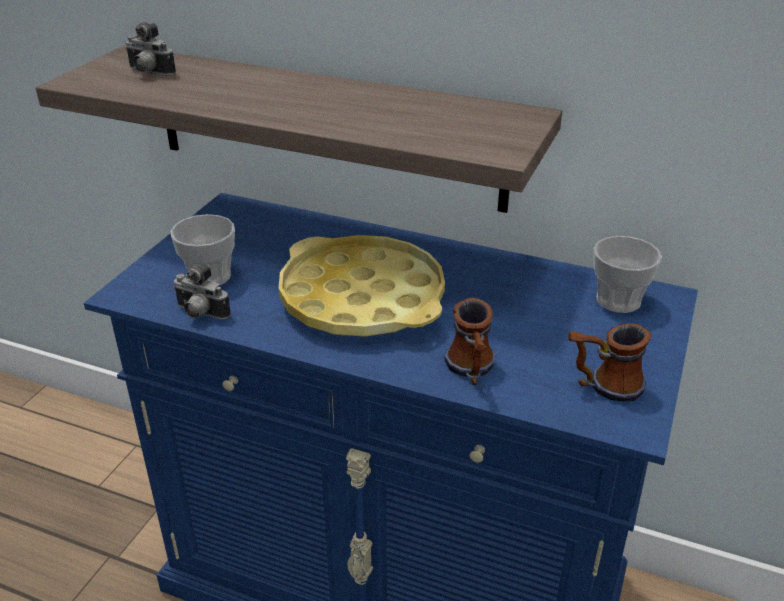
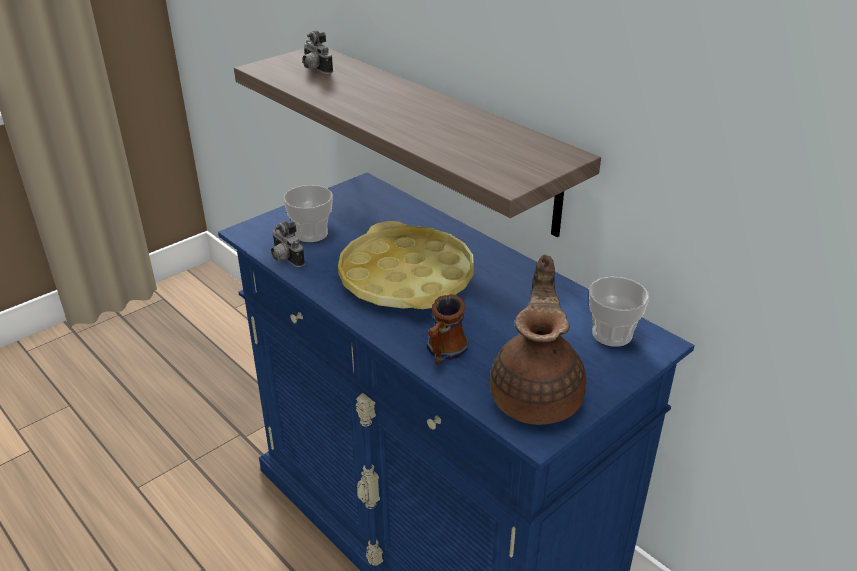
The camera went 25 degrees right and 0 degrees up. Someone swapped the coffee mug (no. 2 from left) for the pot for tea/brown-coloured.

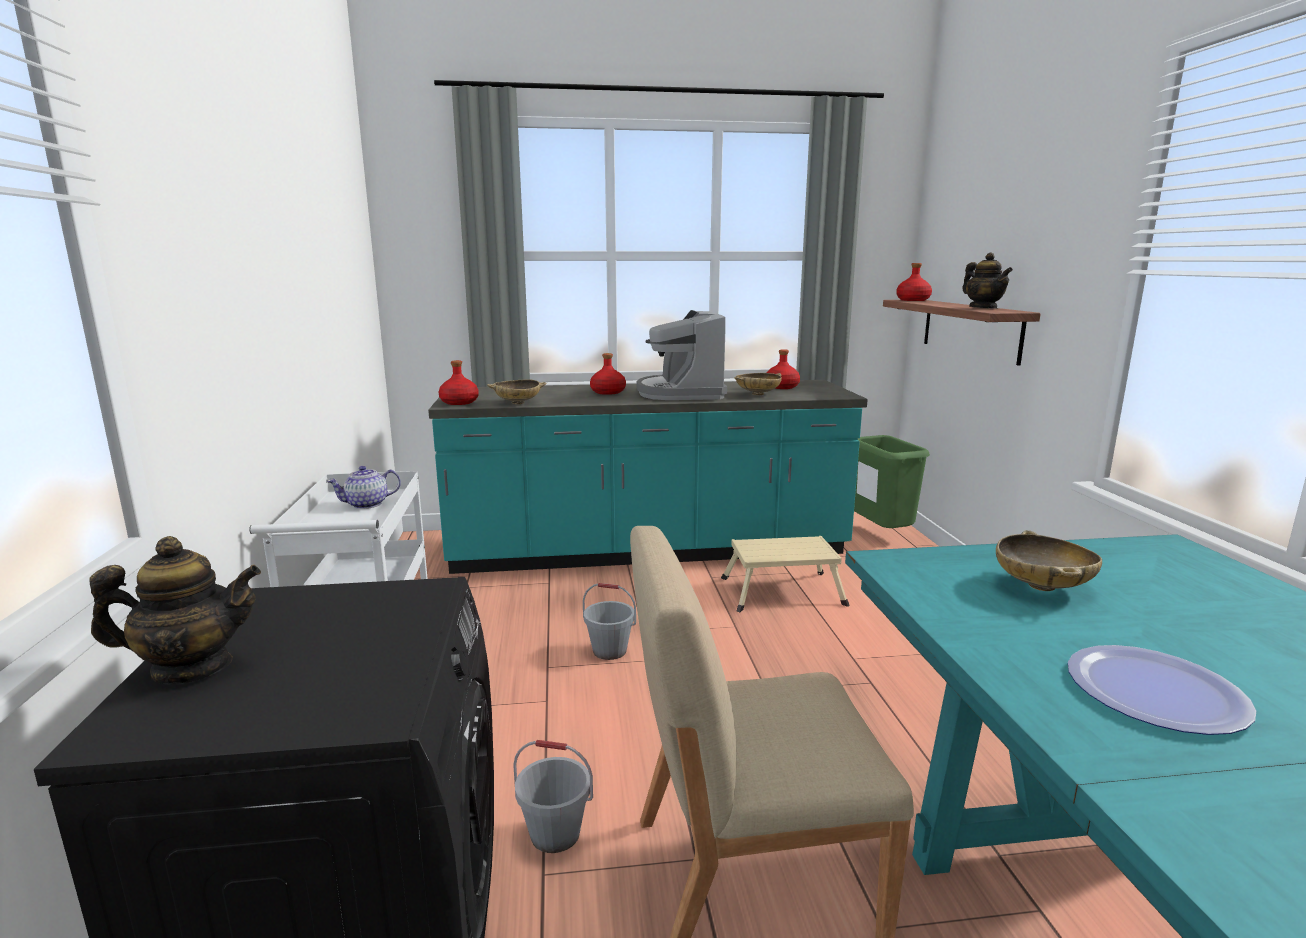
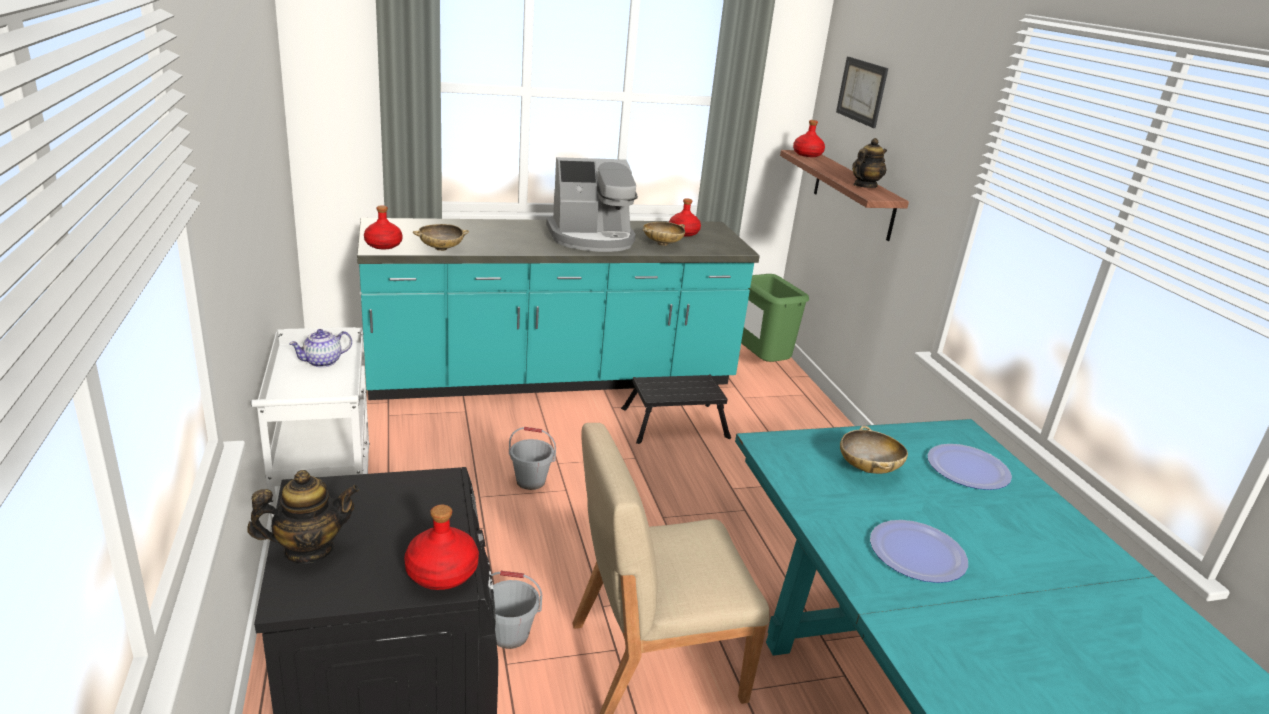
The camera went 10 degrees left and 10 degrees up. Someone carried the bottle/reddish (no. 2 from left). Someone rotated the coffee brewer by 90 degrees counterclockwise. Someone repainted the step ladder/beige, which became the step ladder/black. Someone rotated the pot for tea (no. 3 from left) by 105 degrees counterclockwise. Someone put up the wall art. Someone put down the plate (no. 2 from left).

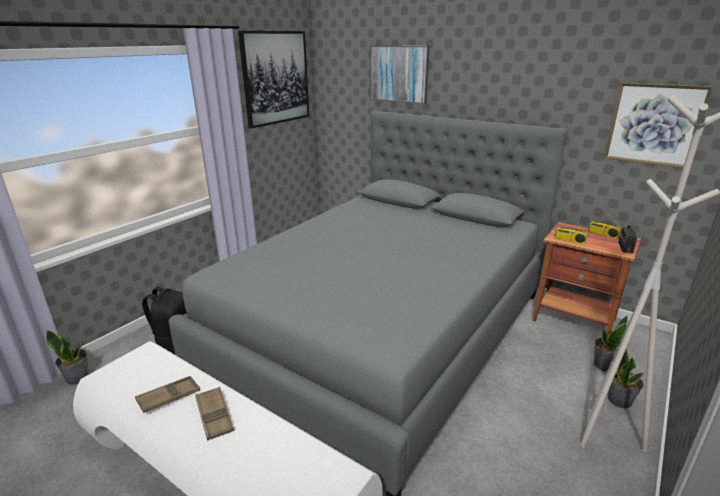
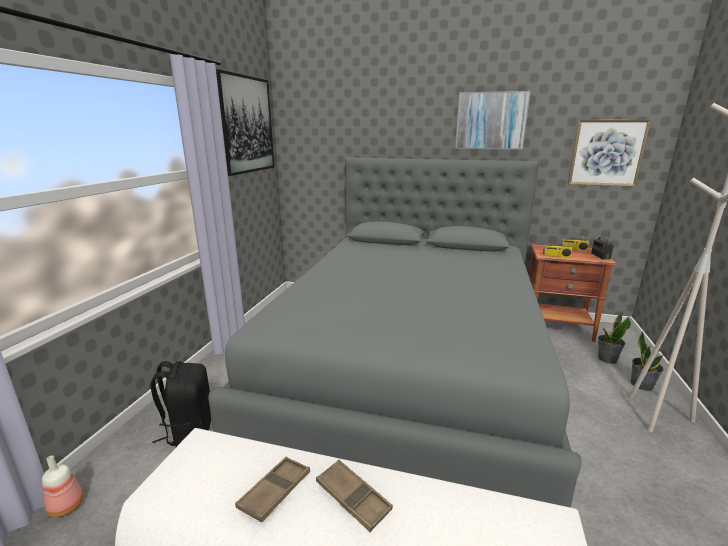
The camera went 20 degrees left and 5 degrees down. Someone swapped the houseplant (no. 1 from left) for the bottle. Someone carried the wall art (no. 2 from left).

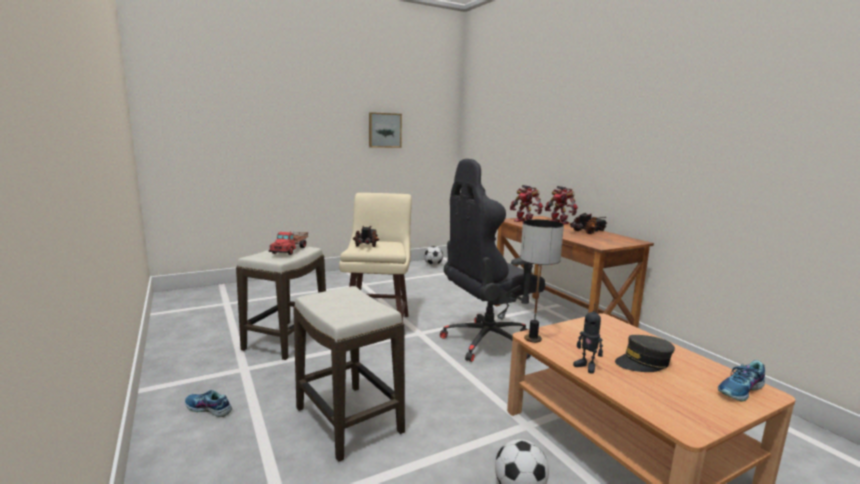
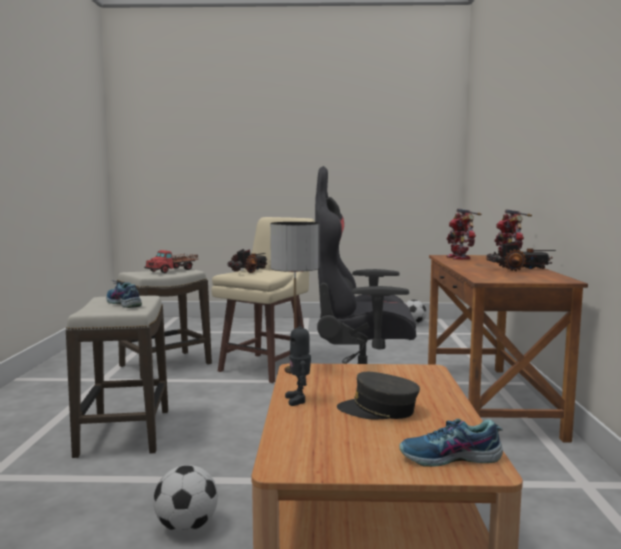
The camera went 30 degrees right and 5 degrees down. Someone carried the low shoe (no. 1 from left). Someone took away the wall art.

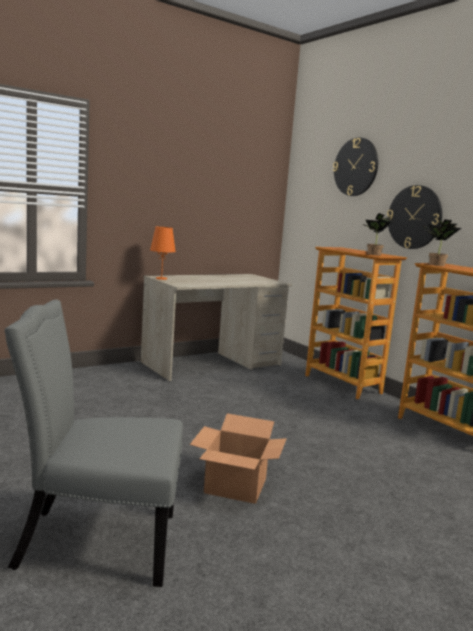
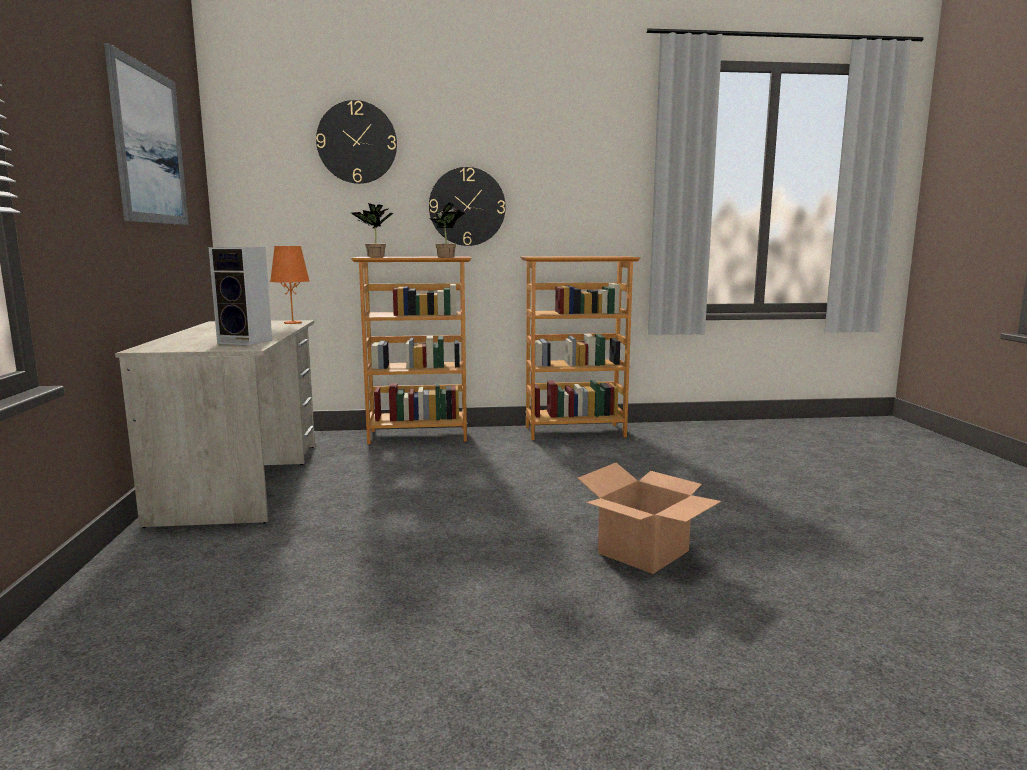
The camera went 60 degrees left and 0 degrees up. Someone took away the plain chair/grey. Someone carried the table lamp/orangey. Someone carried the houseplant (no. 2 from left in the first image). Someone put up the wall art. Someone put down the speaker.

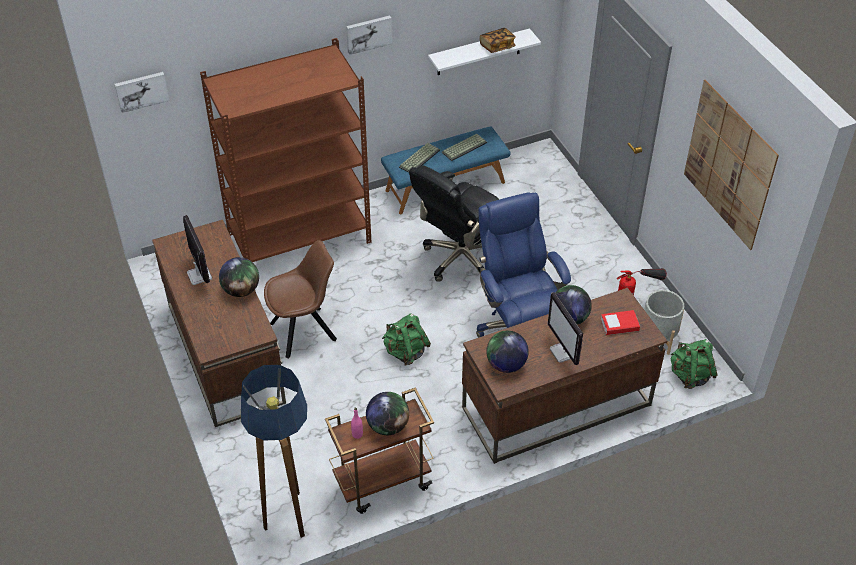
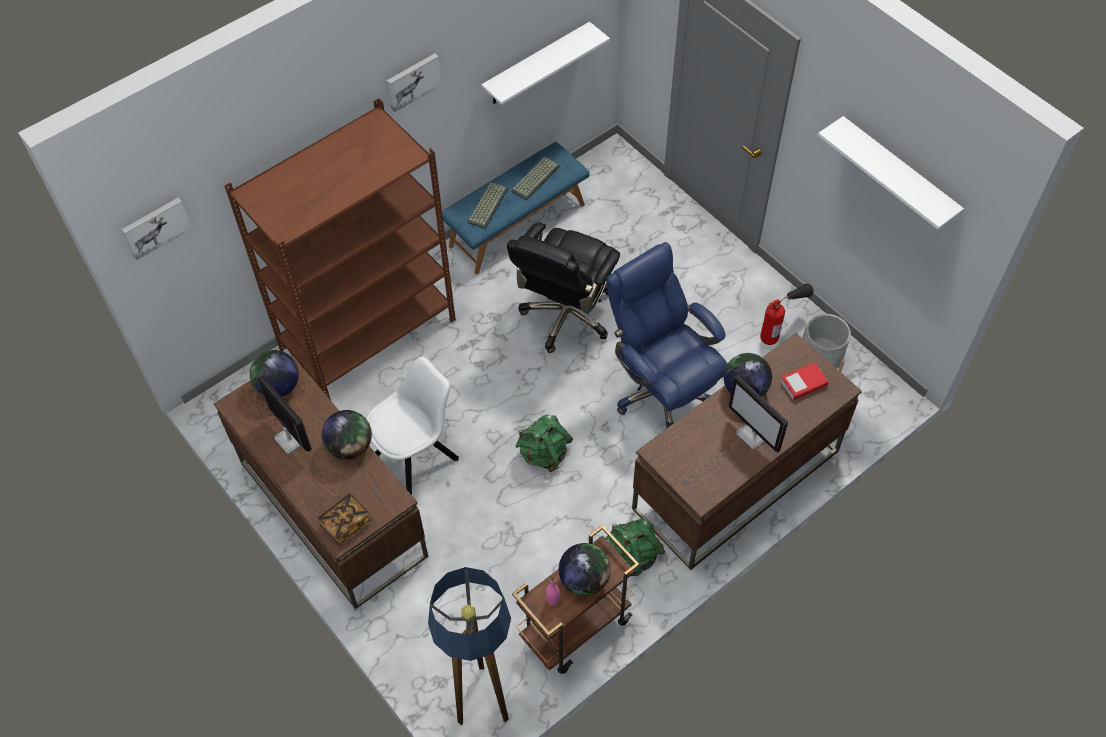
The camera went 15 degrees left and 10 degrees up. Someone repainted the plain chair/brown-coloured, which became the plain chair/white. Someone carried the book (no. 1 from left). Someone carried the world globe (no. 3 from left in the first image). Someone carried the knapsack/green (no. 2 from left). Someone swapped the wall art (no. 3 from left) for the wall shelf/white (no. 2 from left).

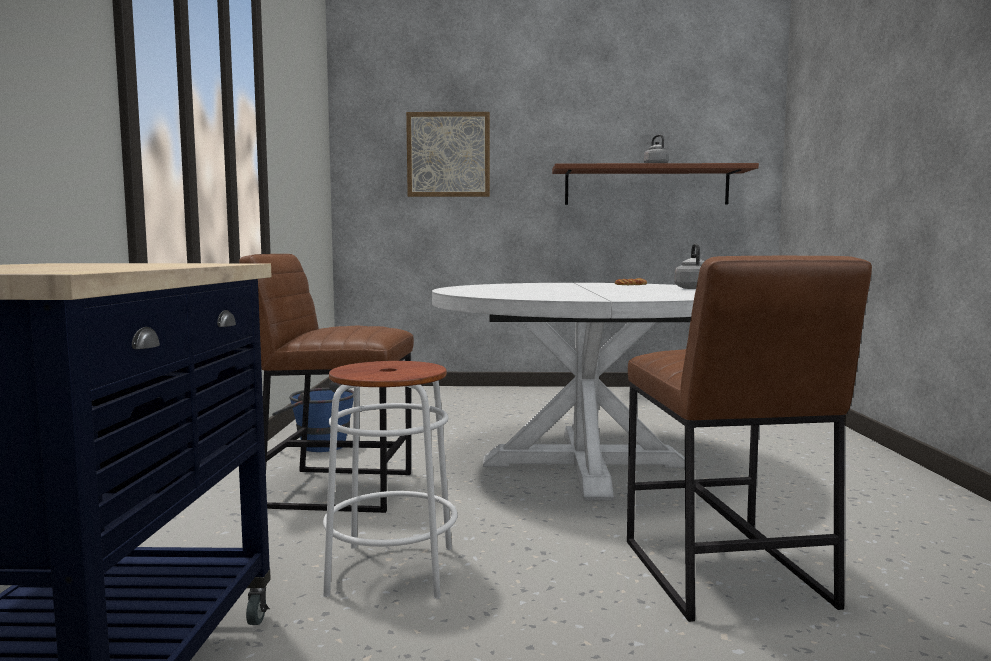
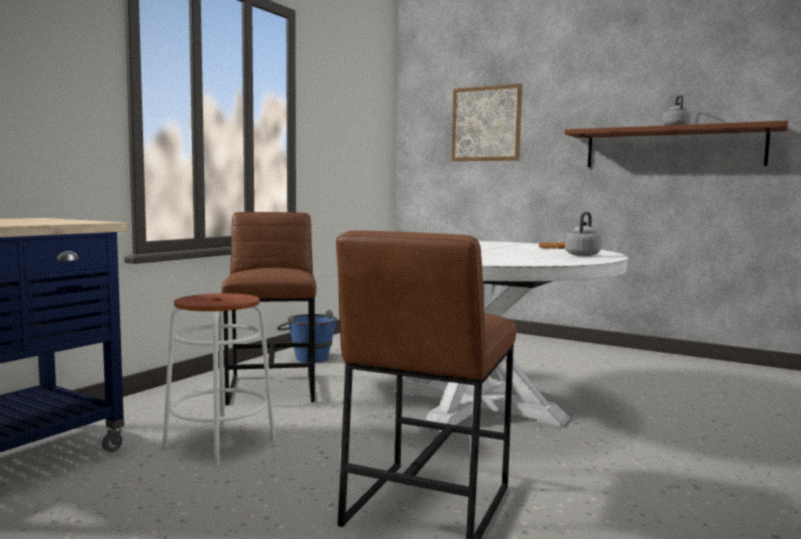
The camera went 30 degrees right and 0 degrees up. Someone rotated the plain chair/brown-coloured (no. 1 from left) by 45 degrees clockwise.

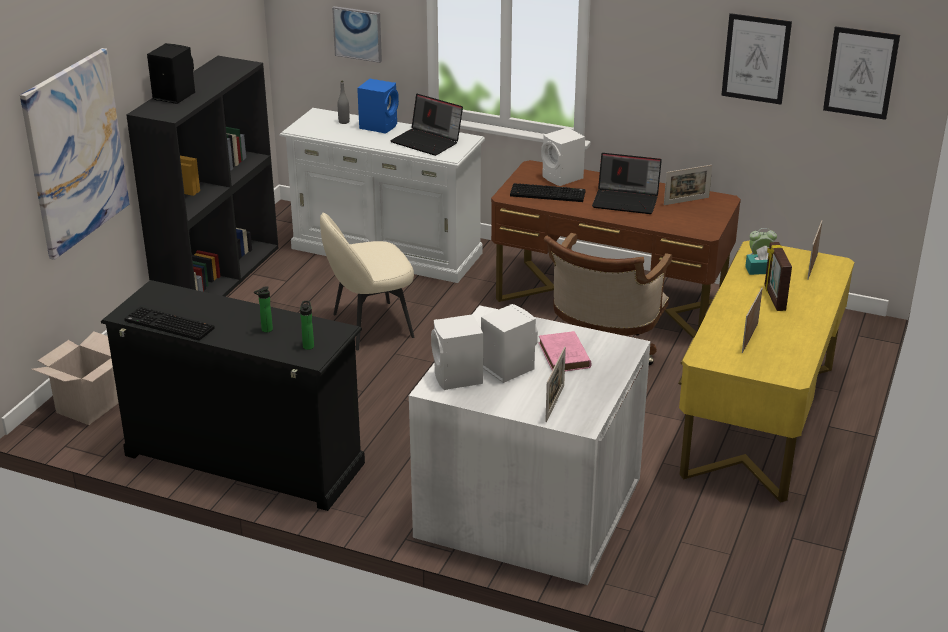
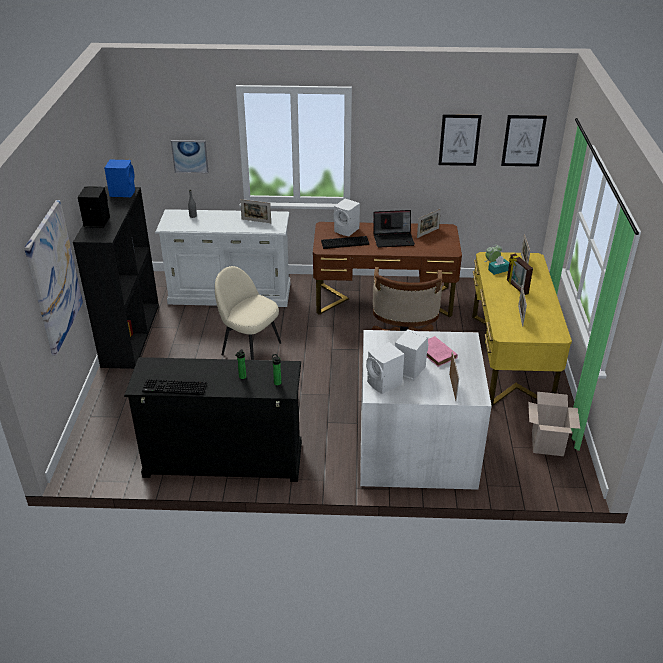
The camera went 20 degrees left and 5 degrees up. Someone carried the carton. Someone rotated the plain chair/beige by 75 degrees clockwise. Someone carried the speaker/blue. Someone swapped the notebook computer (no. 1 from left) for the picture frame (no. 1 from left).

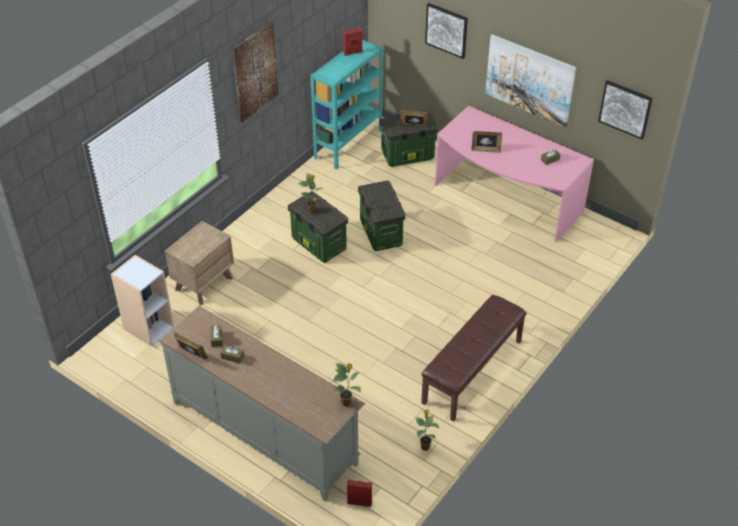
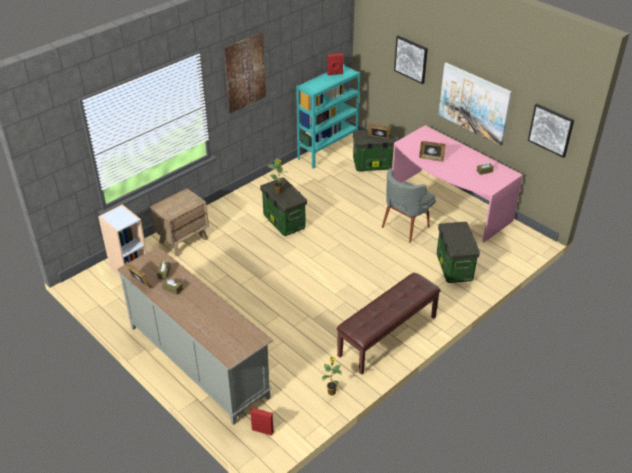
The camera went 10 degrees right and 5 degrees down. Someone took away the houseplant (no. 2 from left). Someone carried the storage box (no. 2 from left in the first image). Someone put down the plain chair/grey.

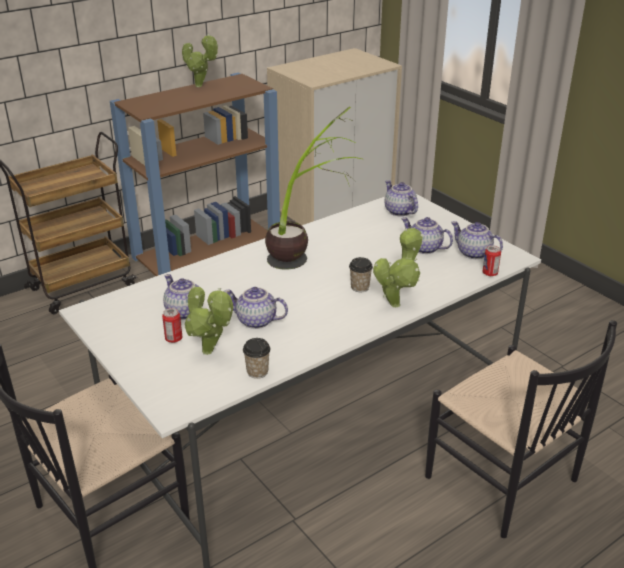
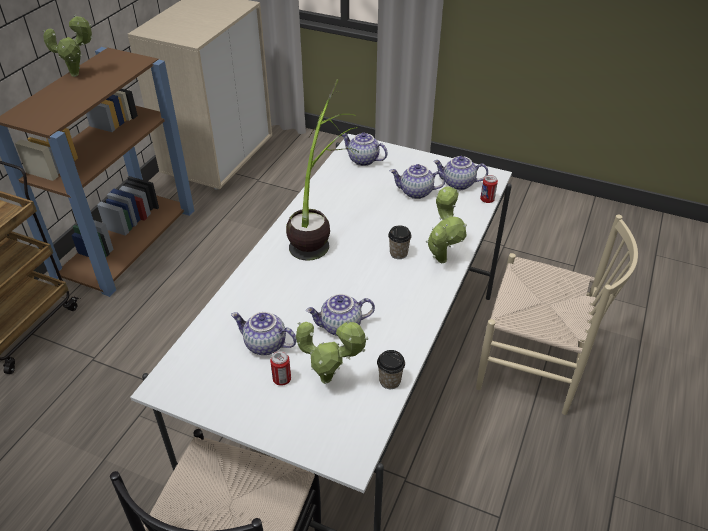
The camera went 30 degrees left and 10 degrees up. Someone repainted the plain chair/black (no. 2 from left), which became the plain chair/beige.

